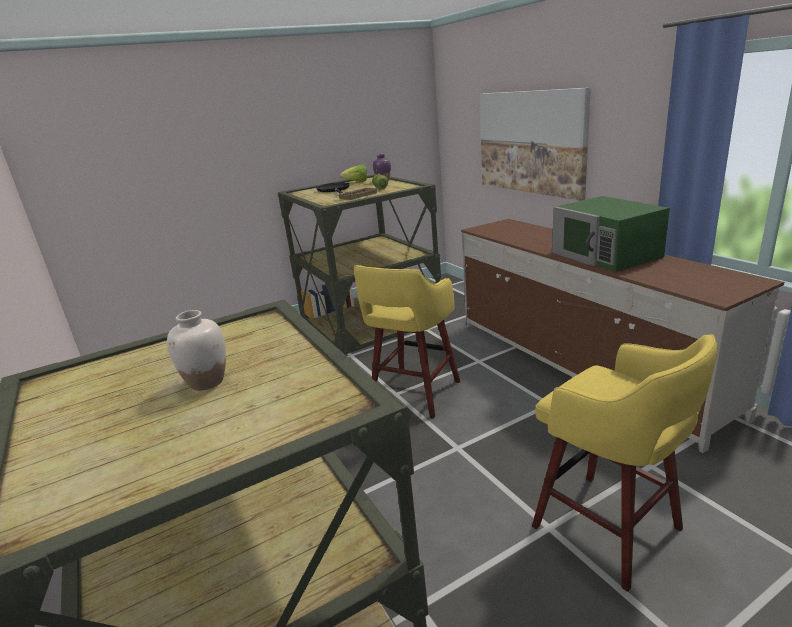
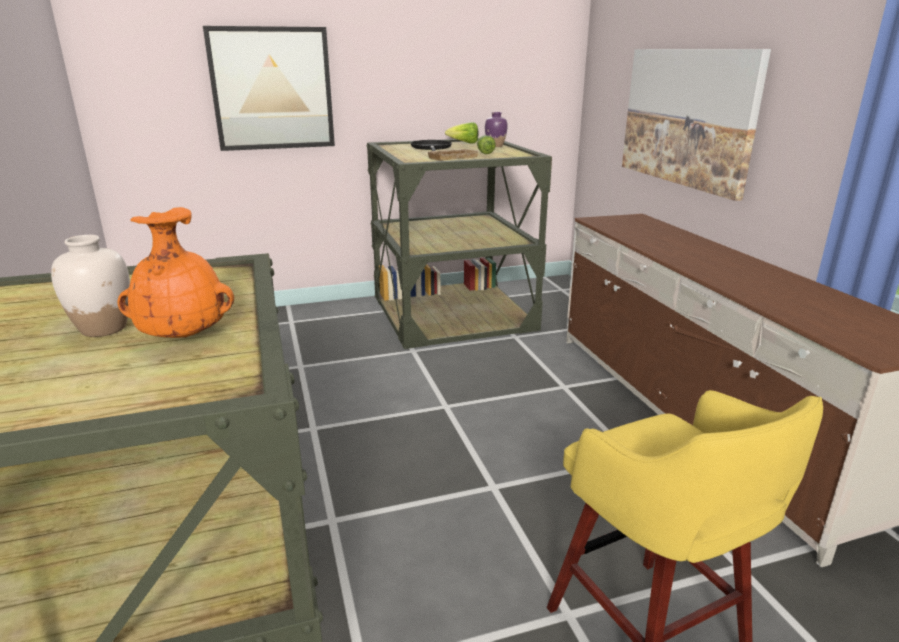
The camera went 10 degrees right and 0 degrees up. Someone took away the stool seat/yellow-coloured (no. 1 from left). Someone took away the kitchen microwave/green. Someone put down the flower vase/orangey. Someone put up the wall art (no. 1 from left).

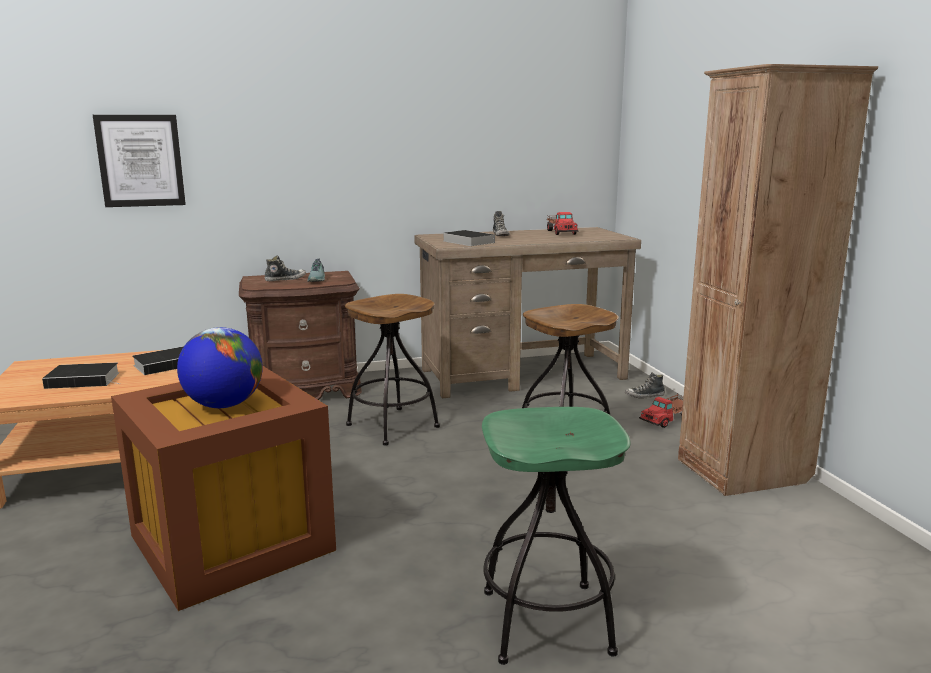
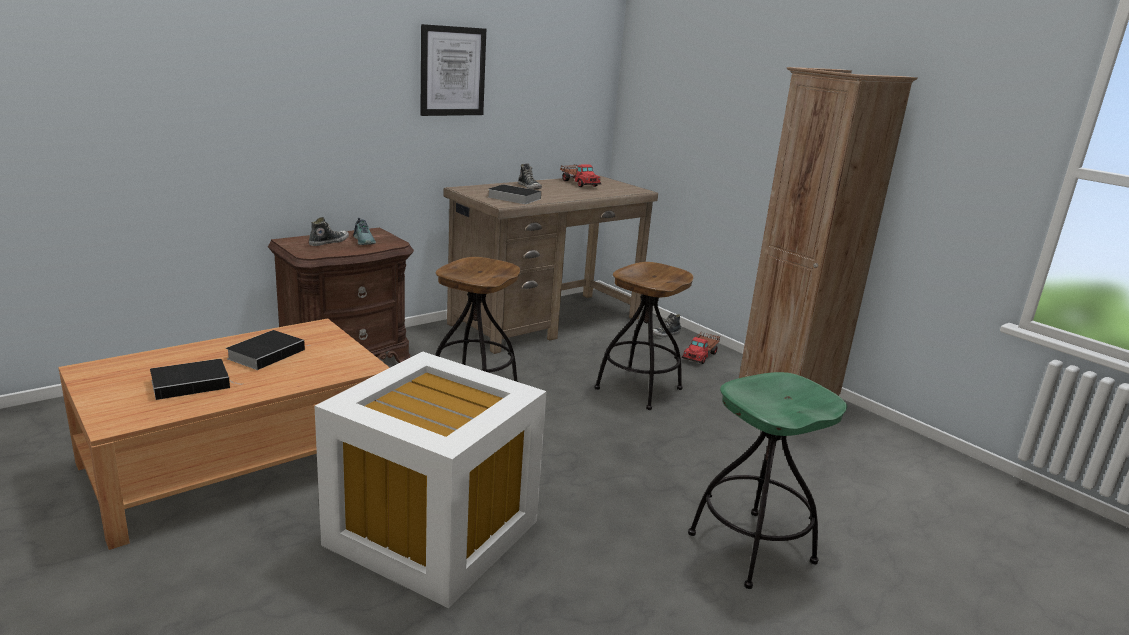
The camera went 25 degrees left and 5 degrees up. Someone carried the wall art. Someone repainted the storage box/brown-coloured, which became the storage box/white. Someone took away the world globe.

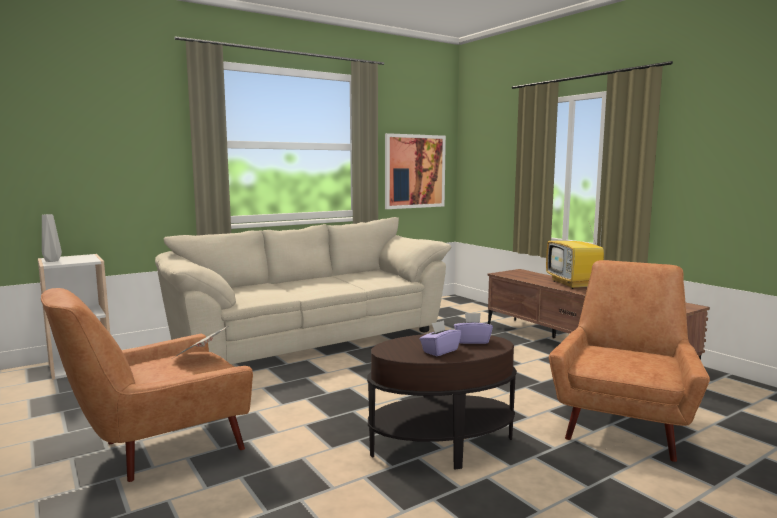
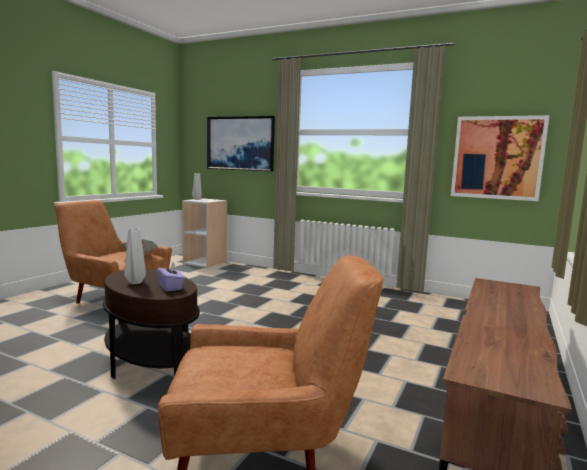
The camera went 60 degrees right and 0 degrees up. Someone took away the settee/beige. Someone swapped the box of tissues/purple-coloured (no. 1 from left) for the flower vase/grey (no. 1 from left). Someone took away the TV set. Someone put up the wall art (no. 1 from left).

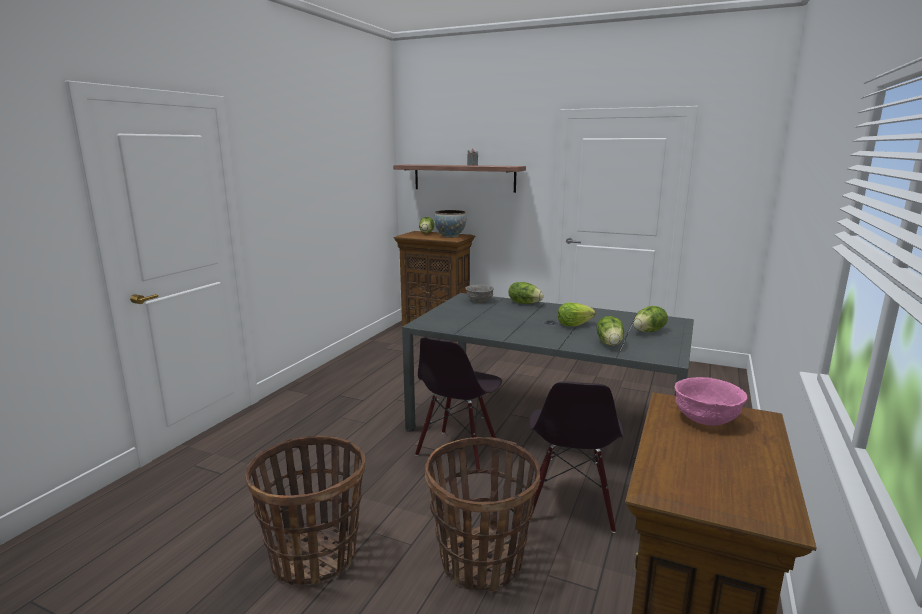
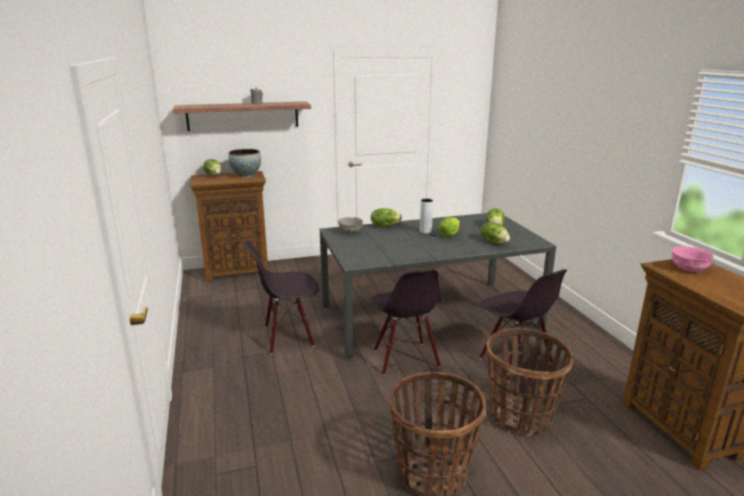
The camera went 40 degrees left and 5 degrees up. Someone put down the plain chair/black (no. 1 from left). Someone put down the flower vase/grey.

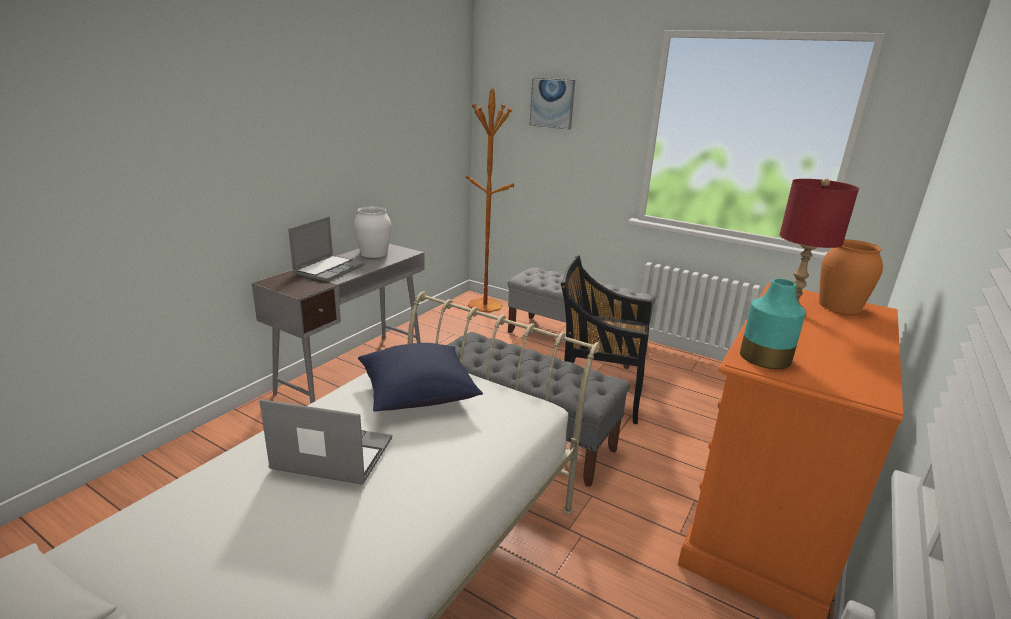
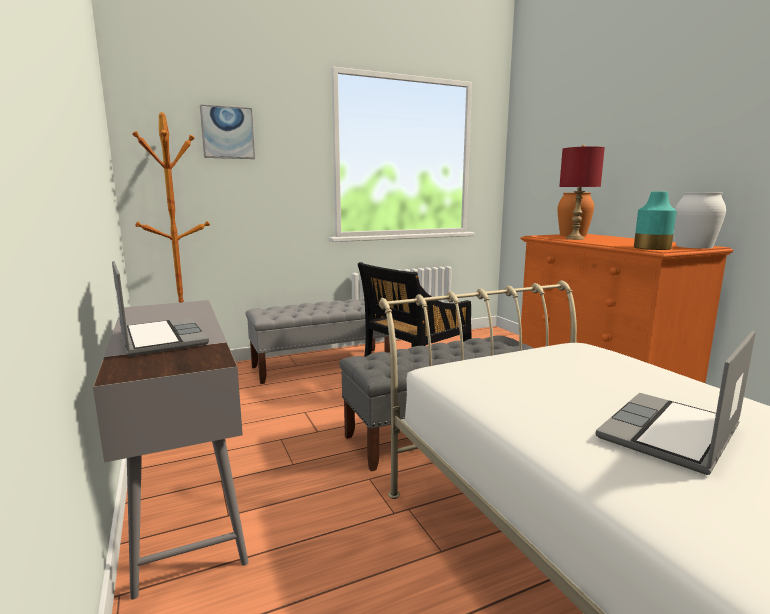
The camera went 55 degrees left and 10 degrees down. Someone carried the flower vase/white. Someone took away the pillow/blue.

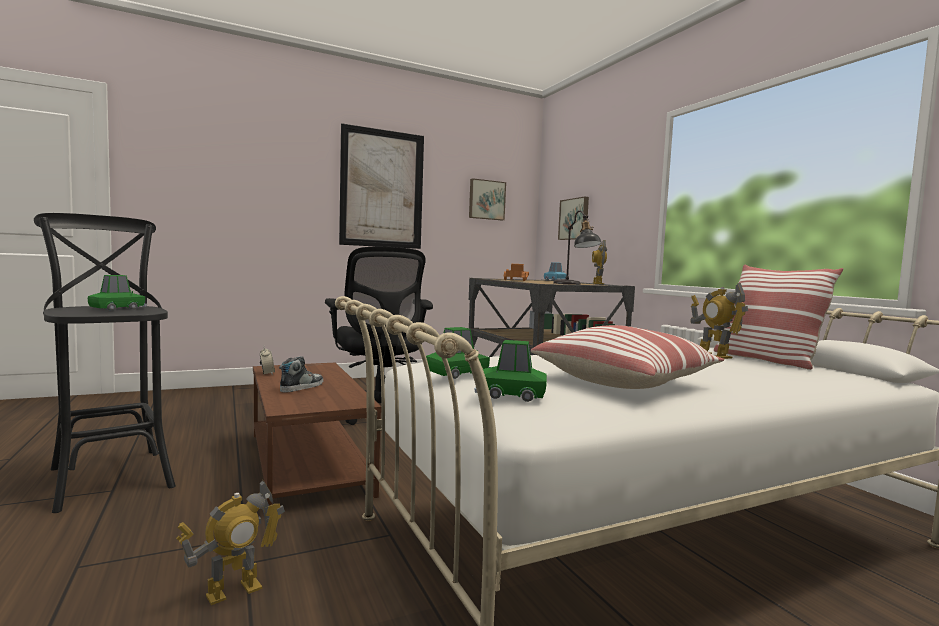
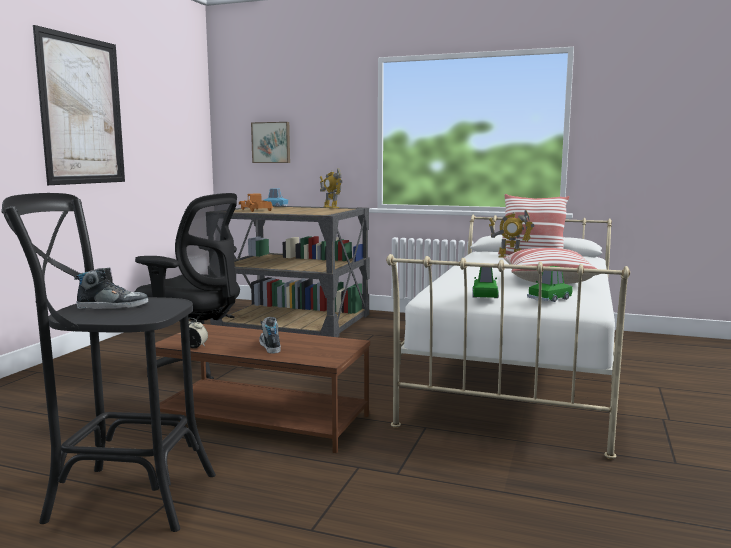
The camera went 45 degrees left and 5 degrees up. Someone swapped the toy car/green (no. 1 from left) for the low shoe (no. 1 from left). Someone took away the model robot (no. 1 from left). Someone took away the wall art (no. 2 from left). Someone took away the table lamp/grey.

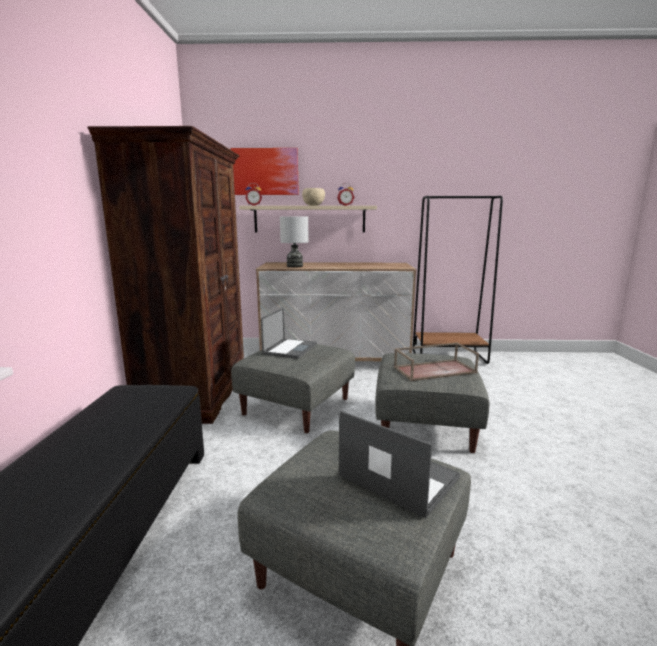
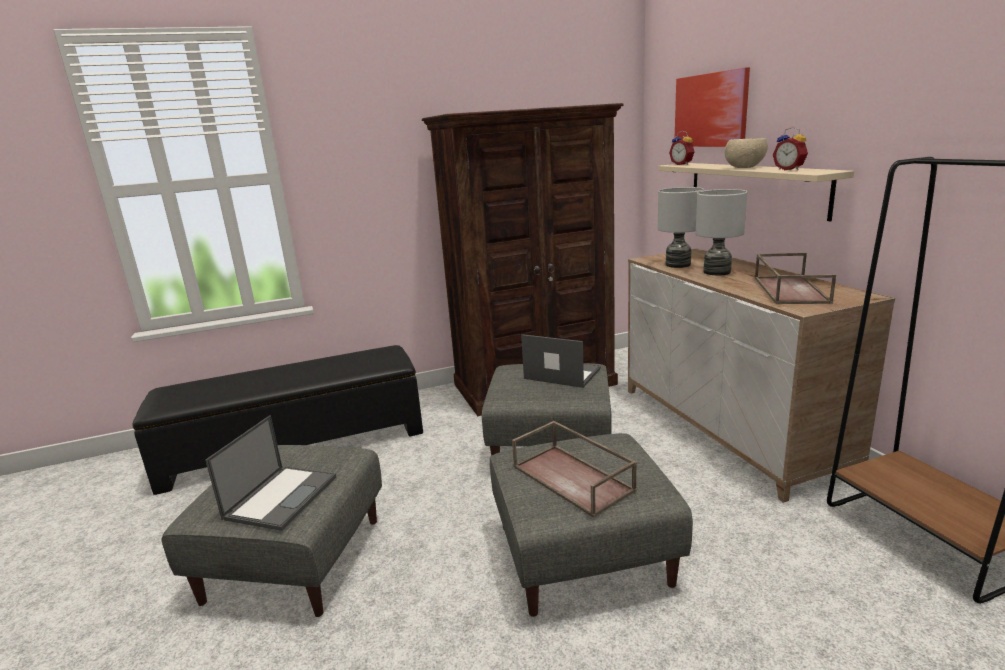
The camera went 70 degrees right and 5 degrees up. Someone rotated the notebook computer (no. 1 from left in the first image) by 150 degrees counterclockwise. Someone put down the table lamp/grey (no. 2 from left). Someone put down the tray/brown-coloured (no. 2 from left).

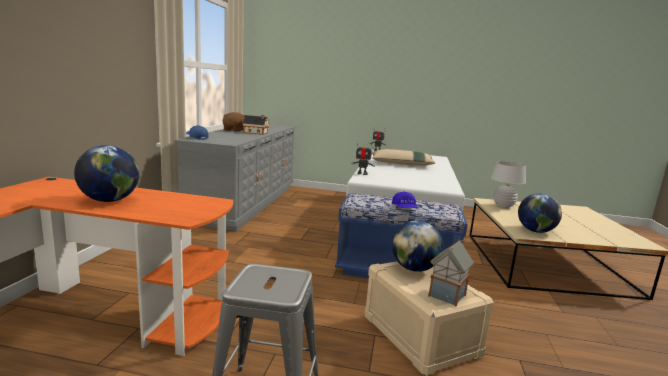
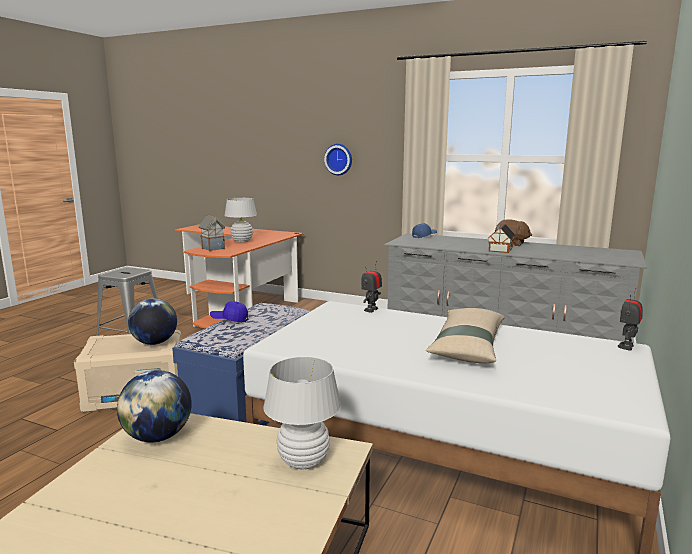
The camera went 105 degrees right and 0 degrees up. Someone swapped the world globe (no. 1 from left) for the table lamp/white (no. 1 from left). Someone carried the miniature house (no. 2 from left in the first image). Someone put up the hanging clock.

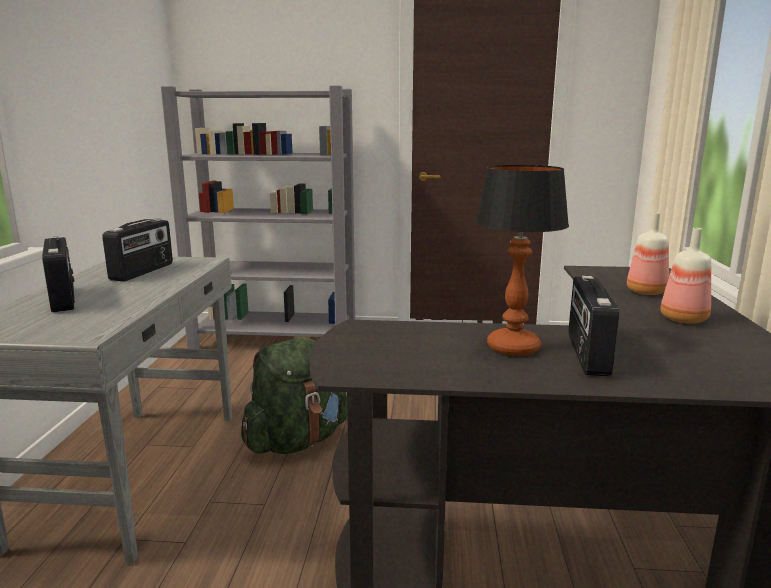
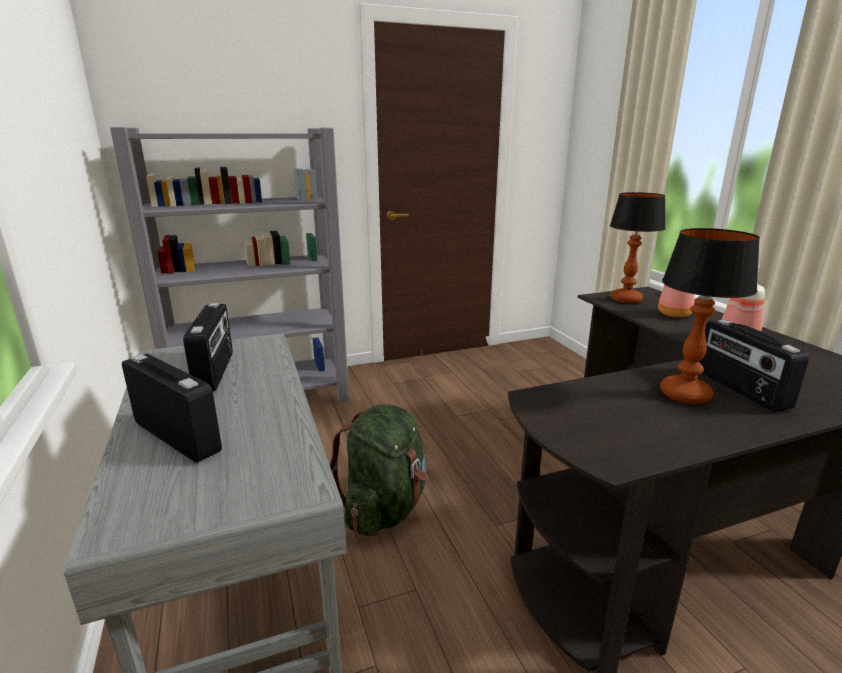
The camera went 25 degrees left and 5 degrees up. Someone put down the table lamp (no. 1 from left).

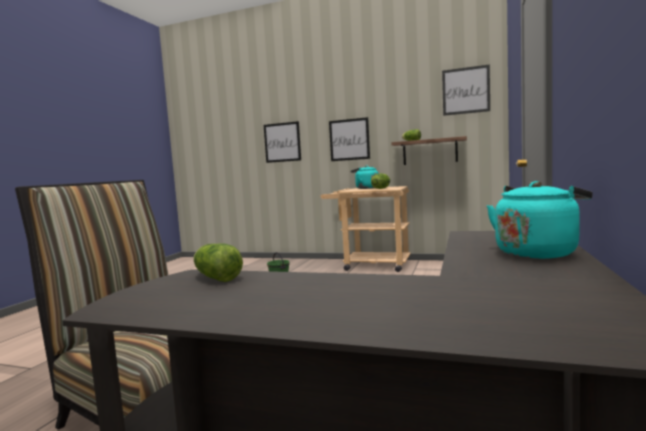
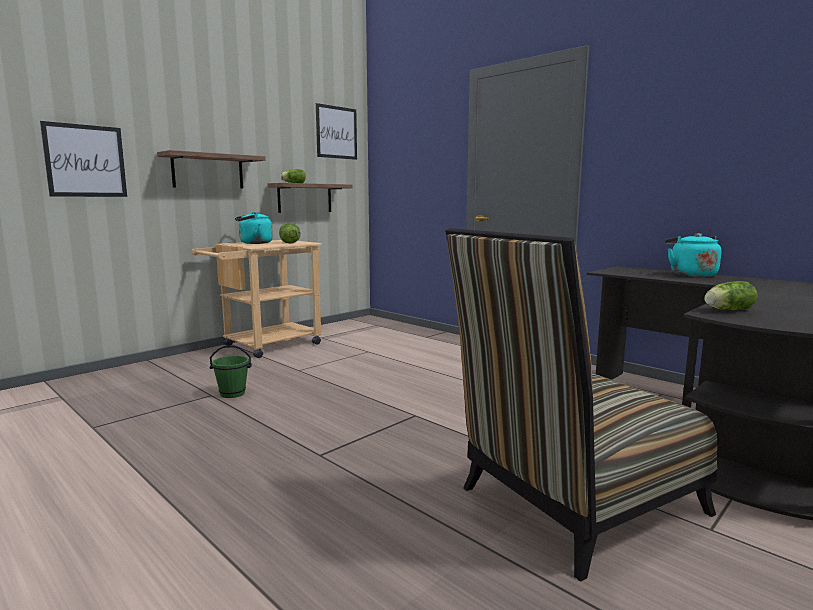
The camera went 65 degrees left and 5 degrees up. Someone swapped the wall art (no. 2 from left) for the wall shelf (no. 1 from left).

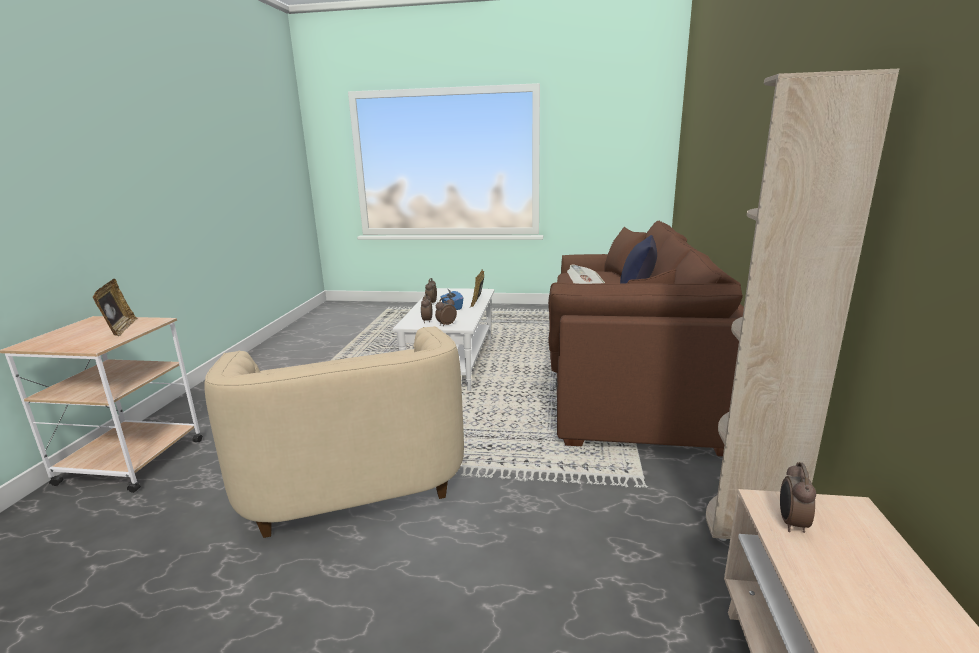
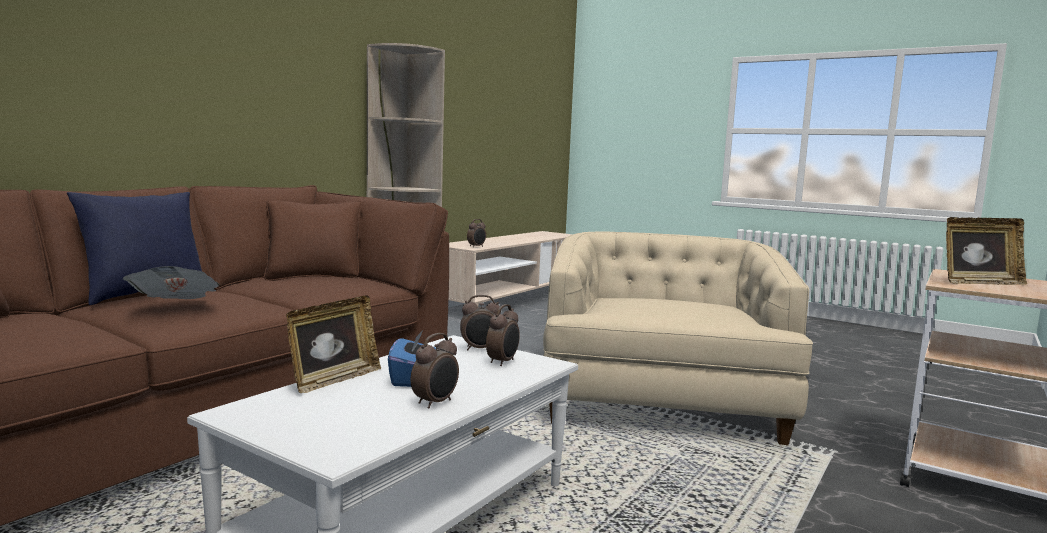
The camera went 155 degrees left and 10 degrees down. Someone rotated the picture frame (no. 1 from left in the first image) by 105 degrees counterclockwise.

